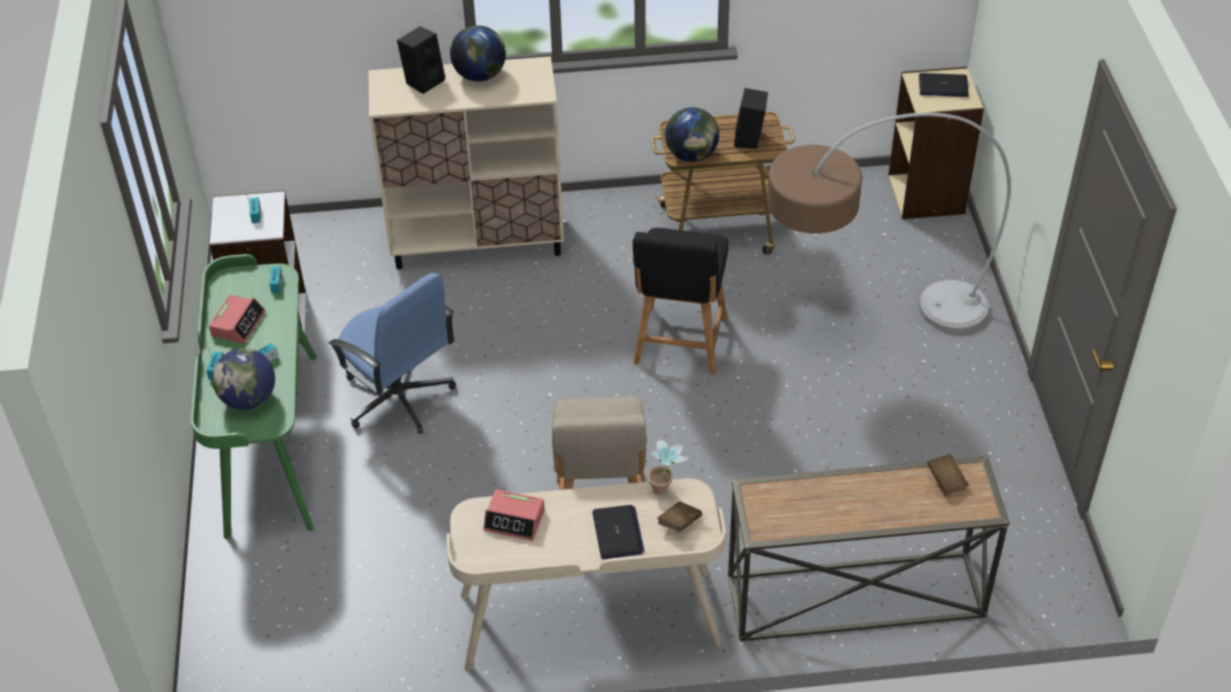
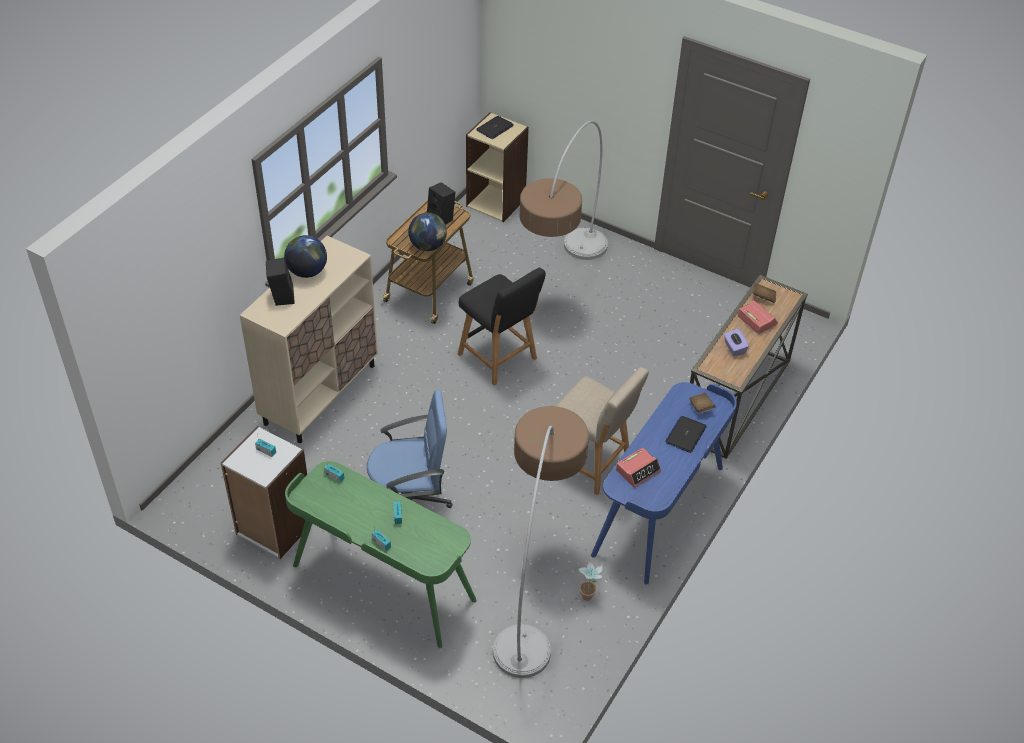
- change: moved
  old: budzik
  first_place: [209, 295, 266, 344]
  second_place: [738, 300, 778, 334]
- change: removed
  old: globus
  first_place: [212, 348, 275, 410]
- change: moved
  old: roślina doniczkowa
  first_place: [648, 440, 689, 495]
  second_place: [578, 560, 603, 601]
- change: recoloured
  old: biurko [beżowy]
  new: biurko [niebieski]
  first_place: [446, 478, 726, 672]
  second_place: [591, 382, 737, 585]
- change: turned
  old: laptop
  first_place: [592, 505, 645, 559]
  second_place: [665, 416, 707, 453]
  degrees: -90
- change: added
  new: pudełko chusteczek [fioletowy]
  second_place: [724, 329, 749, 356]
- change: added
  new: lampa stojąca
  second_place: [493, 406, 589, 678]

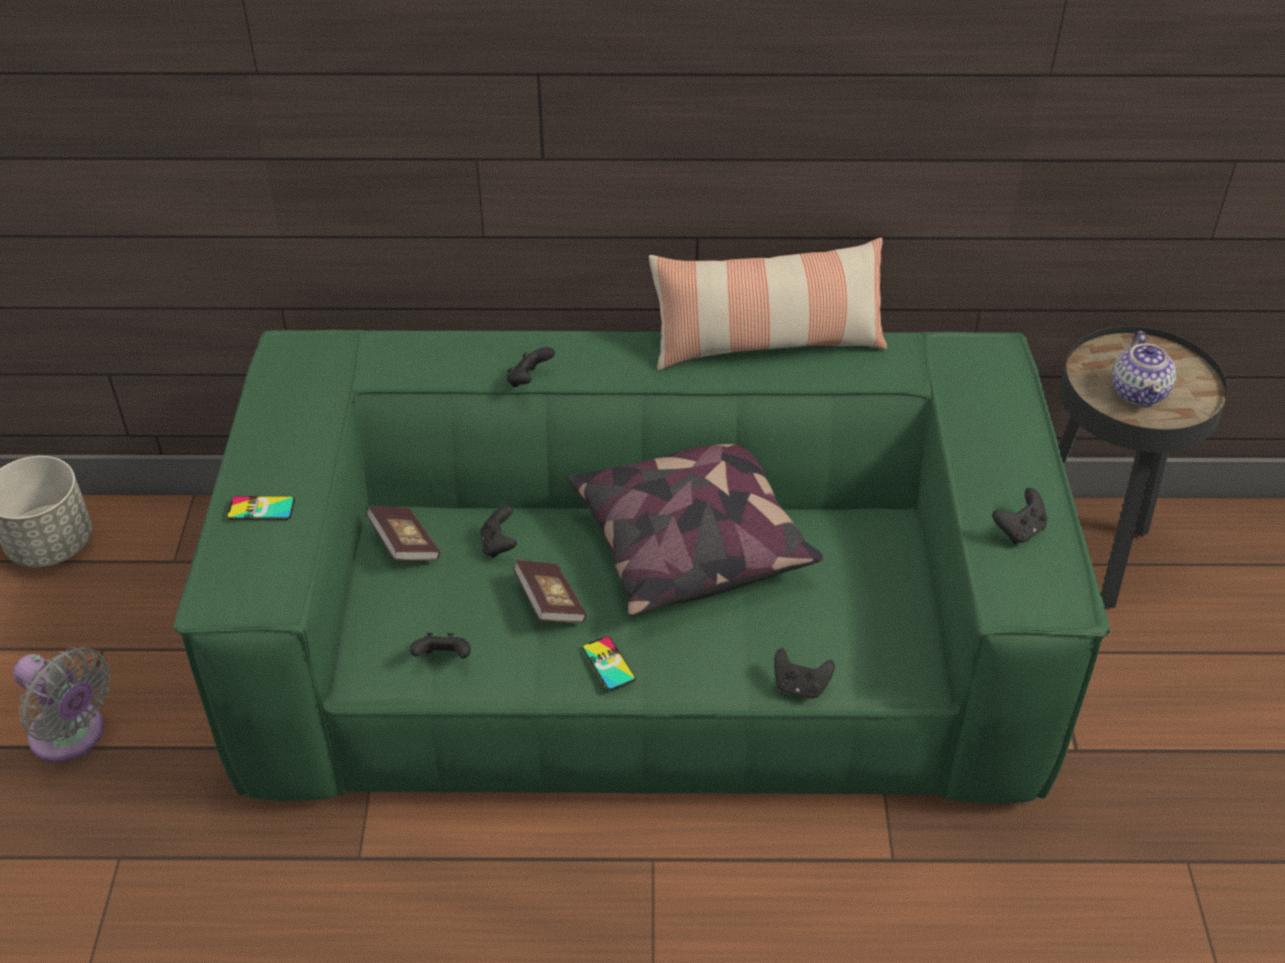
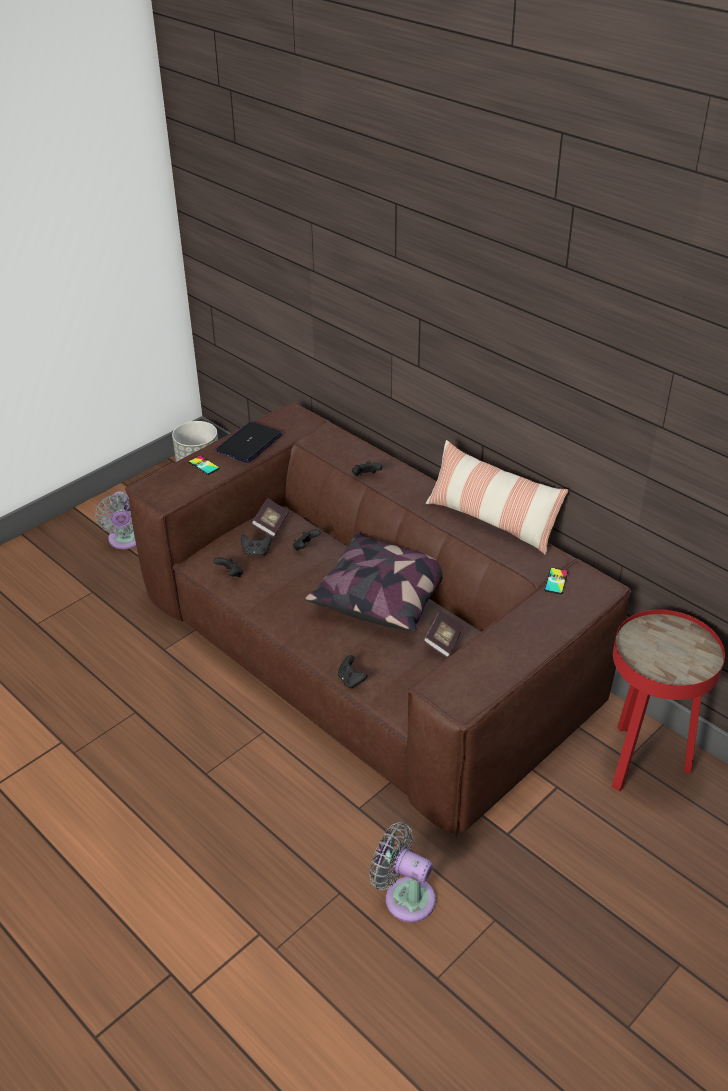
- change: recoloured
  old: stolik [czarny]
  new: stolik [czerwony]
  first_place: [1059, 326, 1228, 608]
  second_place: [612, 610, 725, 792]
- change: recoloured
  old: kanapa [zielony]
  new: kanapa [brązowy]
  first_place: [173, 330, 1110, 804]
  second_place: [125, 403, 631, 837]
- change: removed
  old: imbryk
  first_place: [1112, 331, 1176, 408]
- change: moved
  old: pad do gier [czarny]
  first_place: [992, 488, 1048, 544]
  second_place: [241, 534, 271, 556]
- change: moved
  old: książka
  first_place: [513, 560, 586, 623]
  second_place: [423, 610, 464, 658]
- change: moved
  old: telefon
  first_place: [582, 636, 636, 691]
  second_place: [544, 567, 568, 594]
- change: added
  new: laptop
  second_place: [216, 422, 282, 463]
- change: added
  new: wentylator [szary]
  second_place: [369, 822, 436, 923]

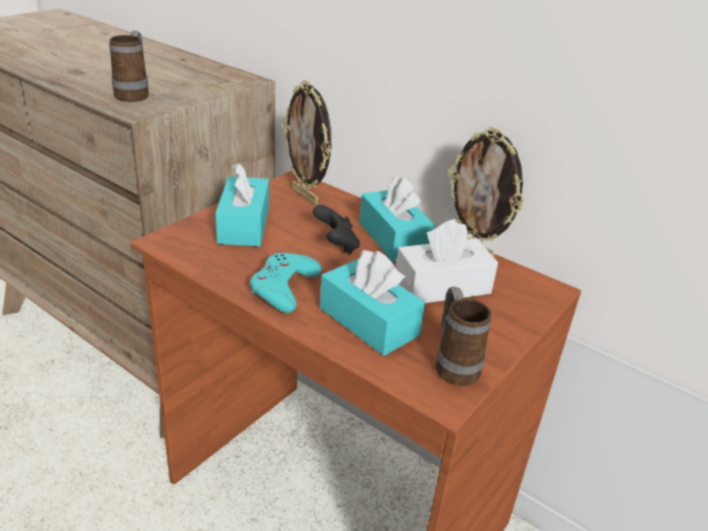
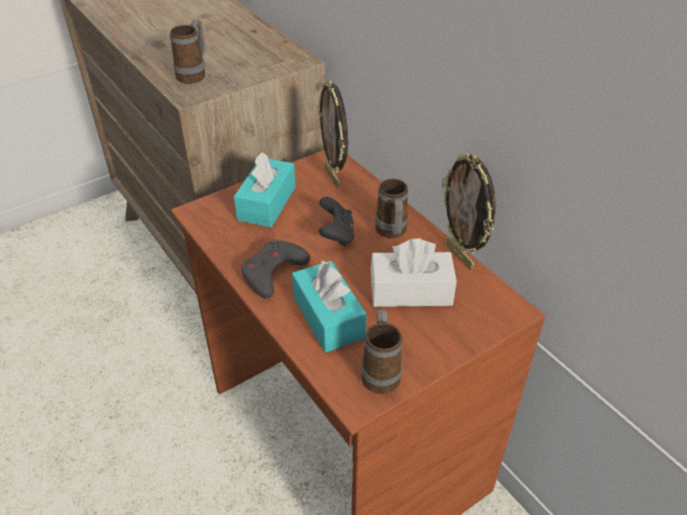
- change: replaced
  old: pudełko chusteczek [turkusowy]
  new: kubek
  first_place: [360, 176, 435, 262]
  second_place: [375, 179, 408, 238]
- change: recoloured
  old: pad do gier [turkusowy]
  new: pad do gier [szary]
  first_place: [250, 253, 322, 313]
  second_place: [241, 240, 310, 298]

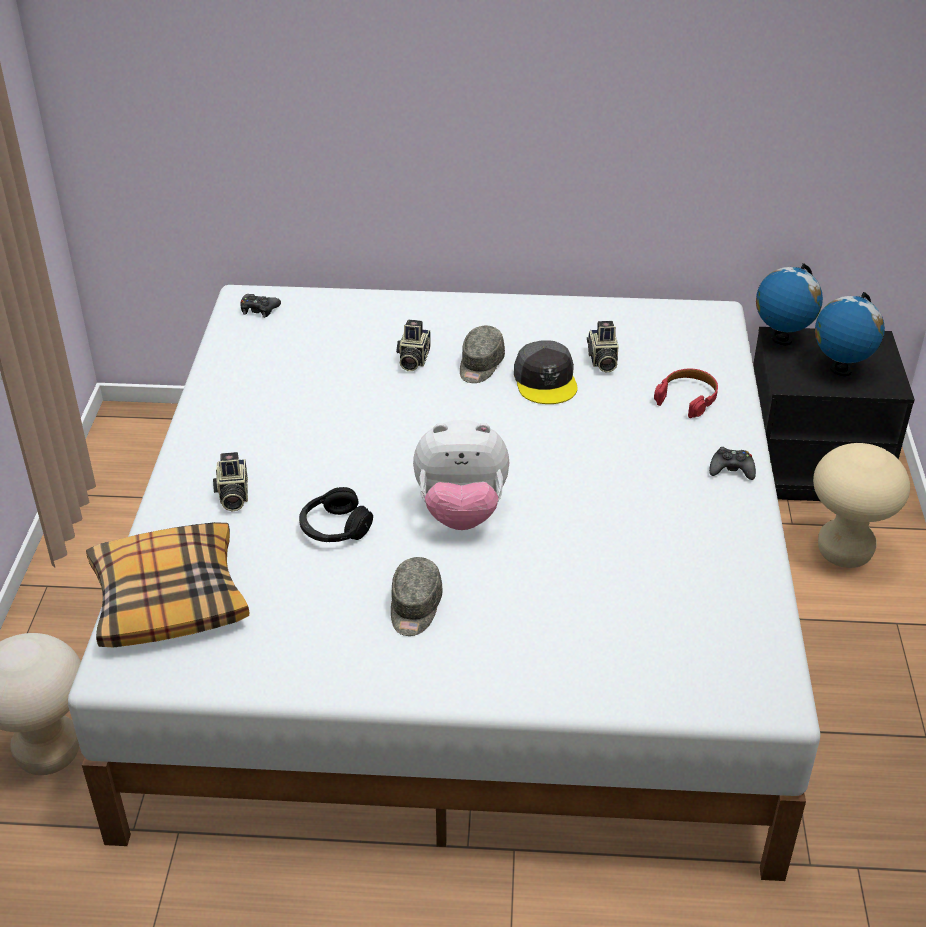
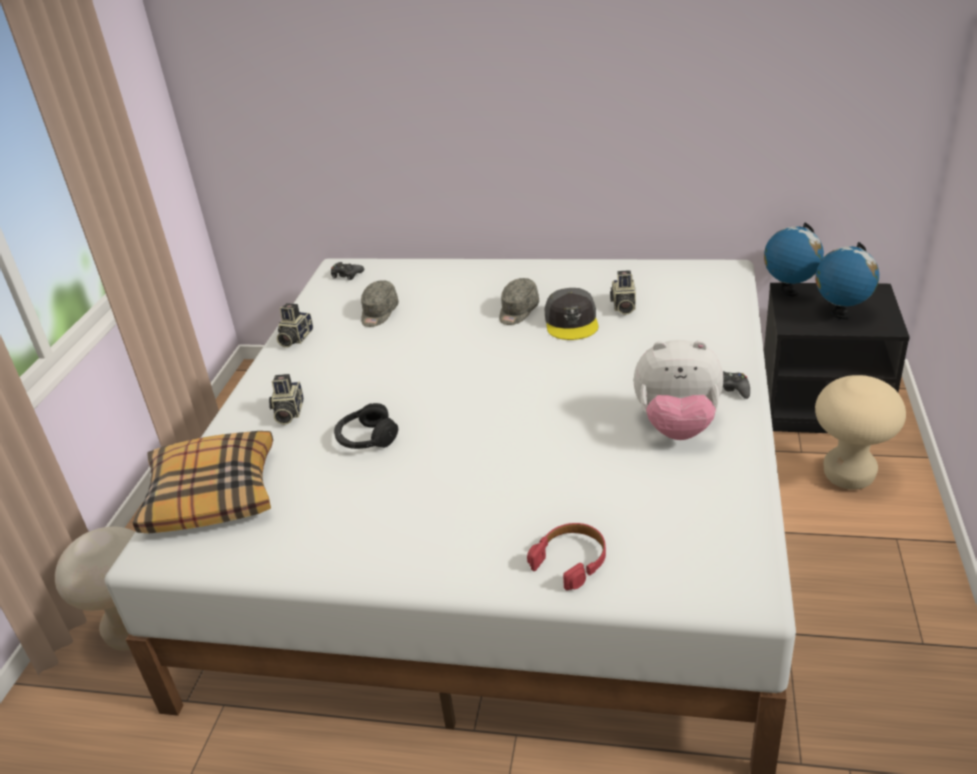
- change: moved
  old: aparat fotograficzny
  first_place: [396, 319, 431, 371]
  second_place: [277, 303, 313, 347]
- change: moved
  old: słuchawki [czerwony]
  first_place: [654, 369, 718, 418]
  second_place: [527, 523, 606, 590]
- change: moved
  old: pluszak
  first_place: [413, 420, 509, 530]
  second_place: [633, 340, 723, 440]
- change: moved
  old: czapka z daszkiem [szary]
  first_place: [391, 557, 443, 636]
  second_place: [361, 280, 399, 327]

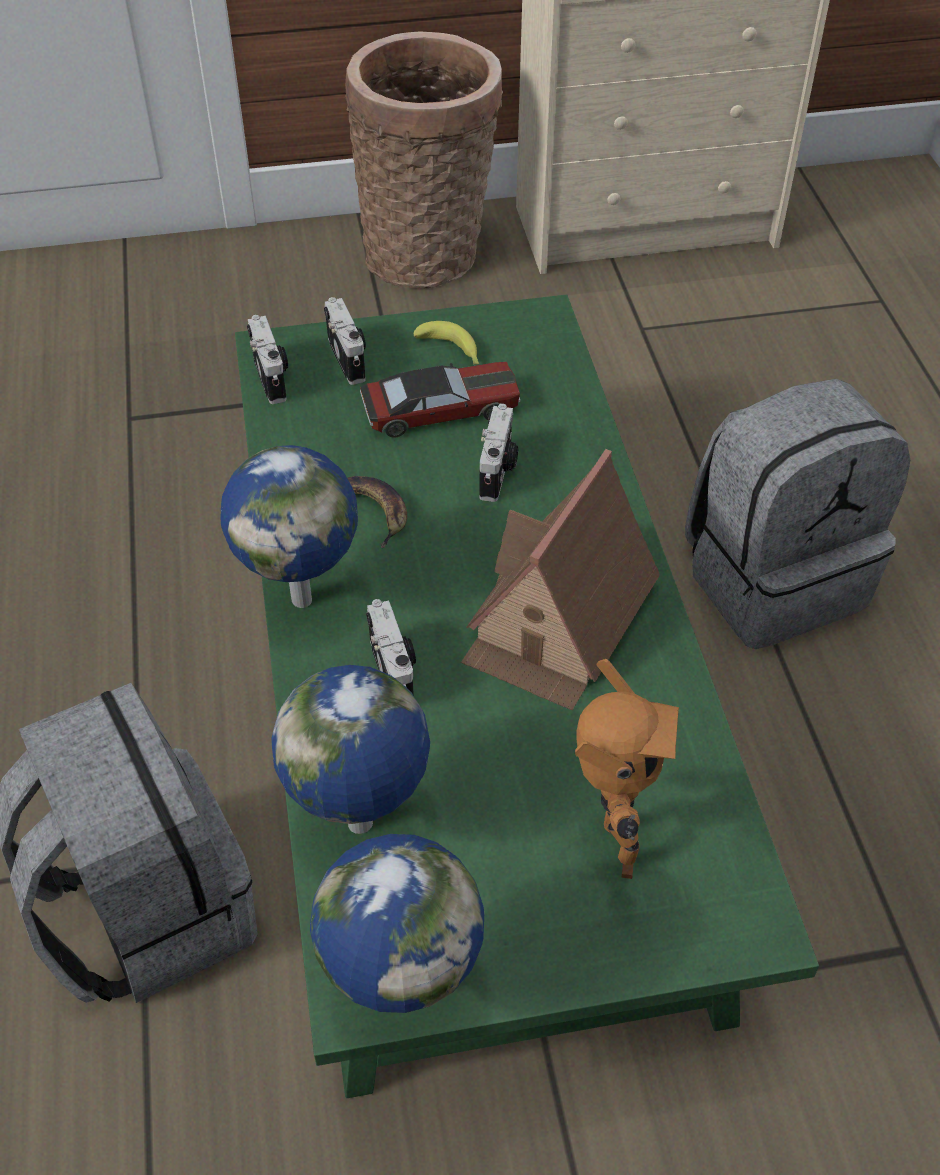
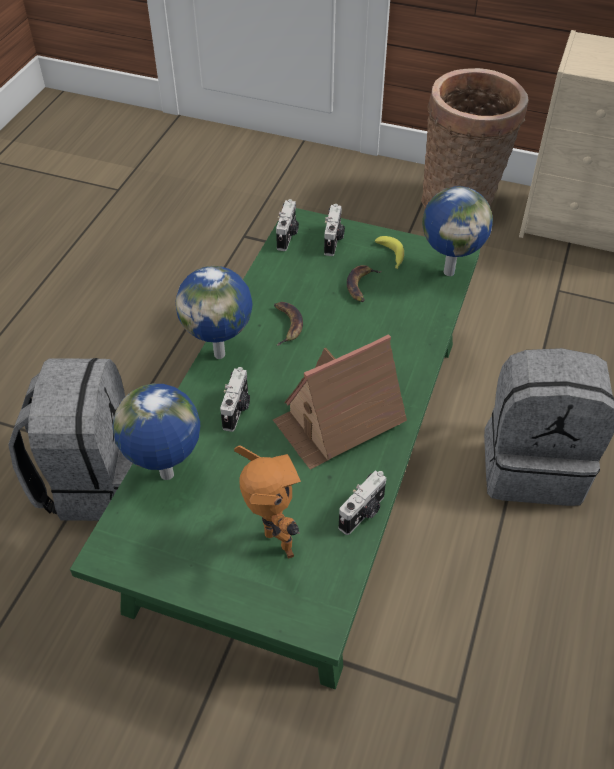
- change: replaced
  old: samochodzik
  new: banan
  first_place: [360, 362, 520, 438]
  second_place: [347, 265, 382, 302]
- change: moved
  old: aparat fotograficzny
  first_place: [479, 404, 518, 502]
  second_place: [338, 470, 386, 535]
- change: turned
  old: robot zabawkowy
  first_place: [575, 659, 679, 879]
  second_place: [234, 445, 301, 559]
  degrees: -60
- change: moved
  old: globus
  first_place: [310, 834, 484, 1013]
  second_place: [422, 186, 493, 276]

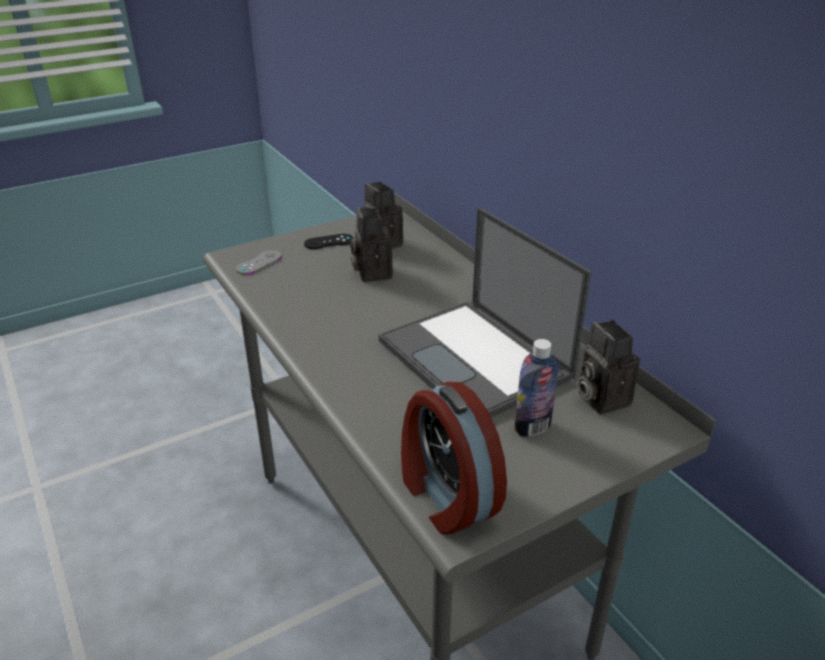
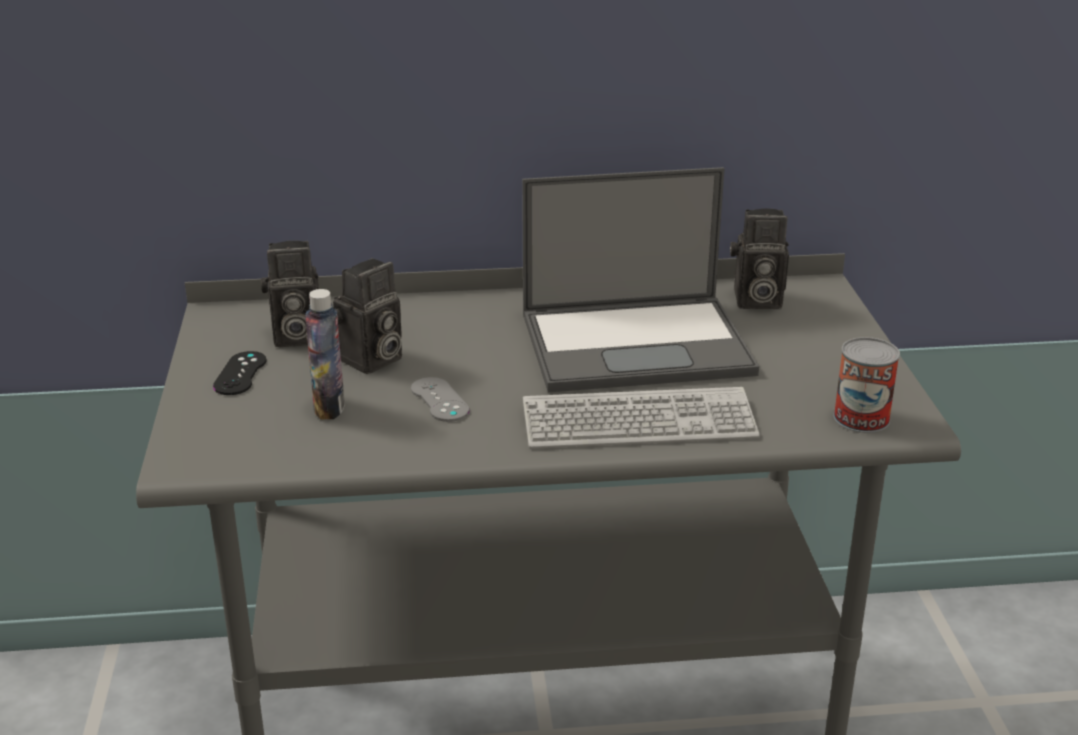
- change: turned
  old: aparat fotograficzny
  first_place: [350, 207, 393, 282]
  second_place: [333, 258, 402, 374]
  degrees: -60
- change: moved
  old: pad do gier [szary]
  first_place: [236, 250, 282, 274]
  second_place: [411, 377, 469, 422]
- change: moved
  old: butelka
  first_place: [514, 339, 559, 437]
  second_place: [305, 289, 345, 420]
- change: replaced
  old: budzik
  new: puszka
  first_place: [401, 382, 507, 534]
  second_place: [833, 337, 900, 433]
- change: added
  new: klawiatura
  second_place: [523, 387, 760, 449]

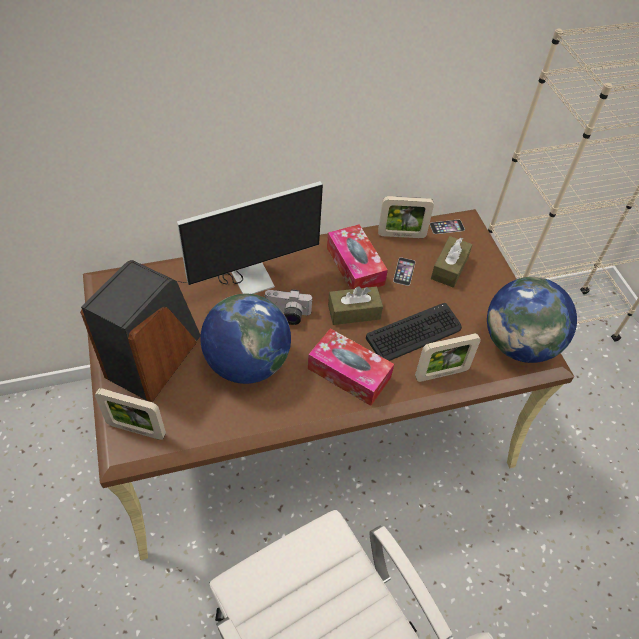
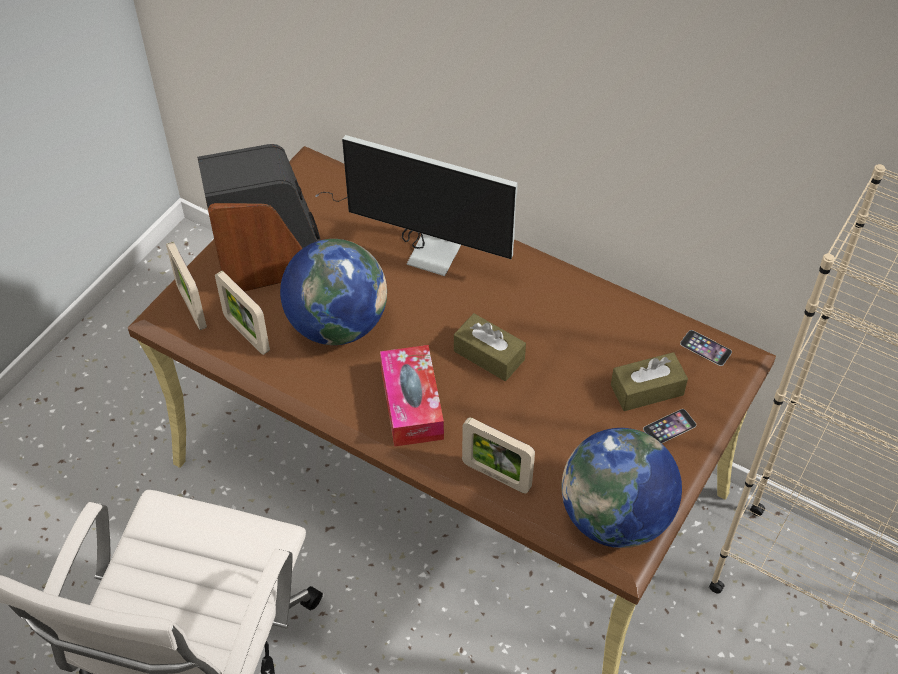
- change: moved
  old: ramka na zdjęcie
  first_place: [378, 196, 434, 238]
  second_place: [215, 271, 270, 355]
- change: removed
  old: pudełko chusteczek
  first_place: [327, 224, 388, 289]
- change: moved
  old: telefon
  first_place: [393, 257, 415, 286]
  second_place: [643, 409, 696, 443]
- change: removed
  old: aparat fotograficzny
  first_place: [265, 289, 313, 325]
- change: removed
  old: klawiatura
  first_place: [366, 303, 462, 361]

